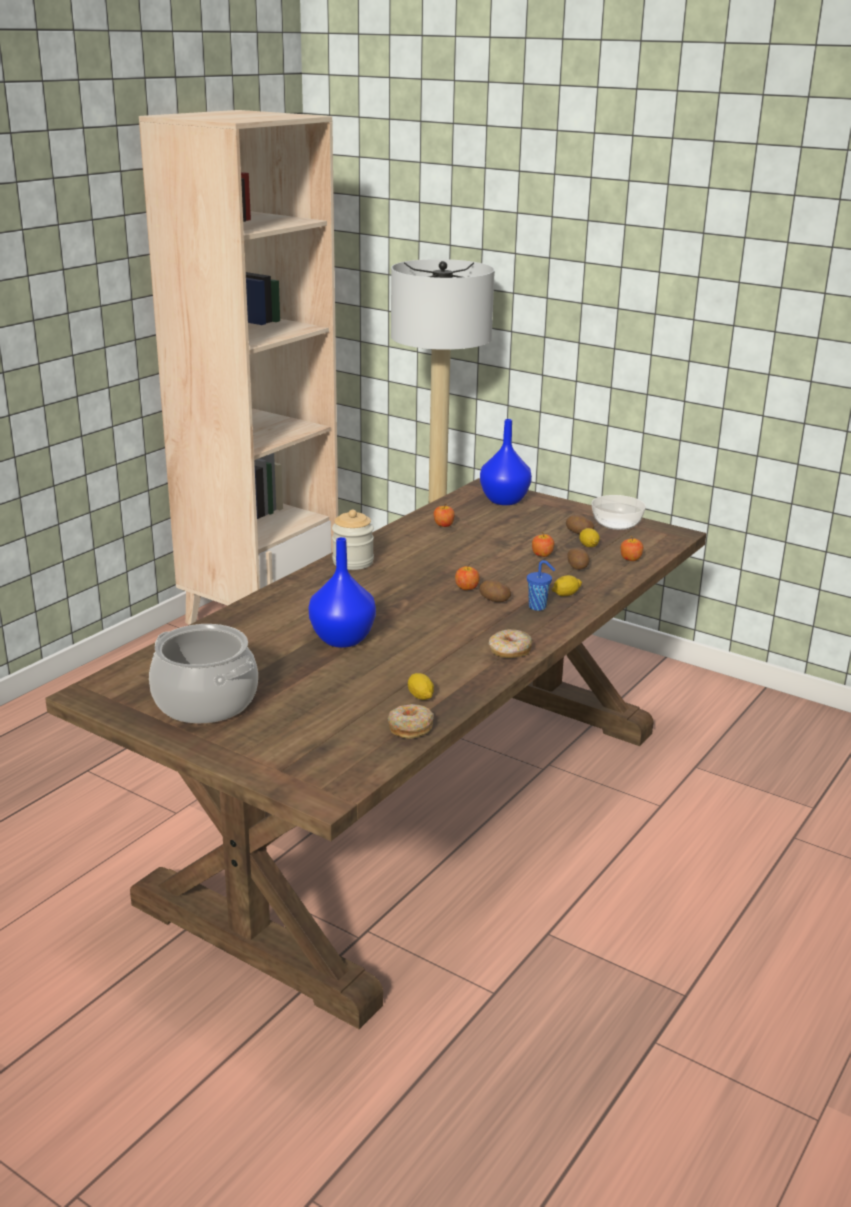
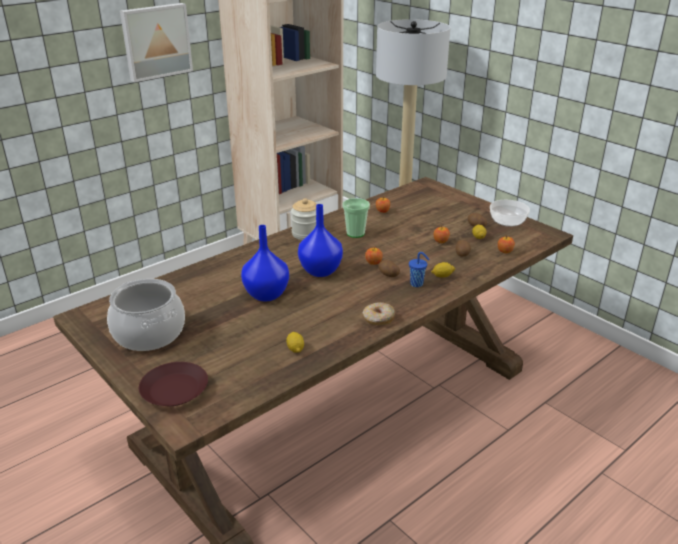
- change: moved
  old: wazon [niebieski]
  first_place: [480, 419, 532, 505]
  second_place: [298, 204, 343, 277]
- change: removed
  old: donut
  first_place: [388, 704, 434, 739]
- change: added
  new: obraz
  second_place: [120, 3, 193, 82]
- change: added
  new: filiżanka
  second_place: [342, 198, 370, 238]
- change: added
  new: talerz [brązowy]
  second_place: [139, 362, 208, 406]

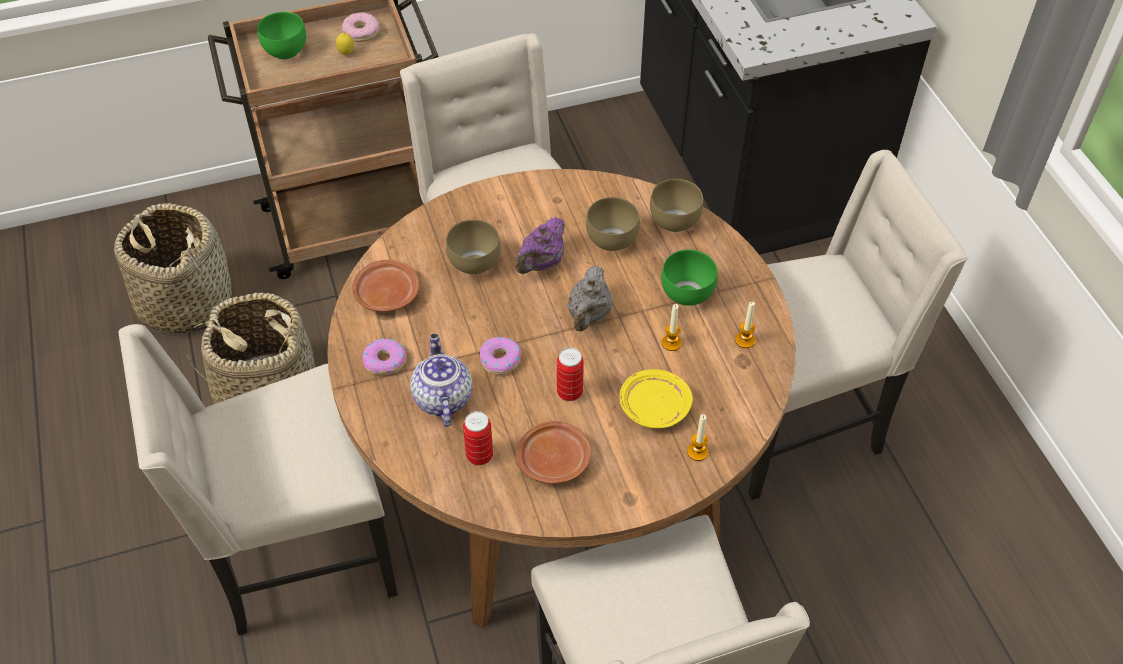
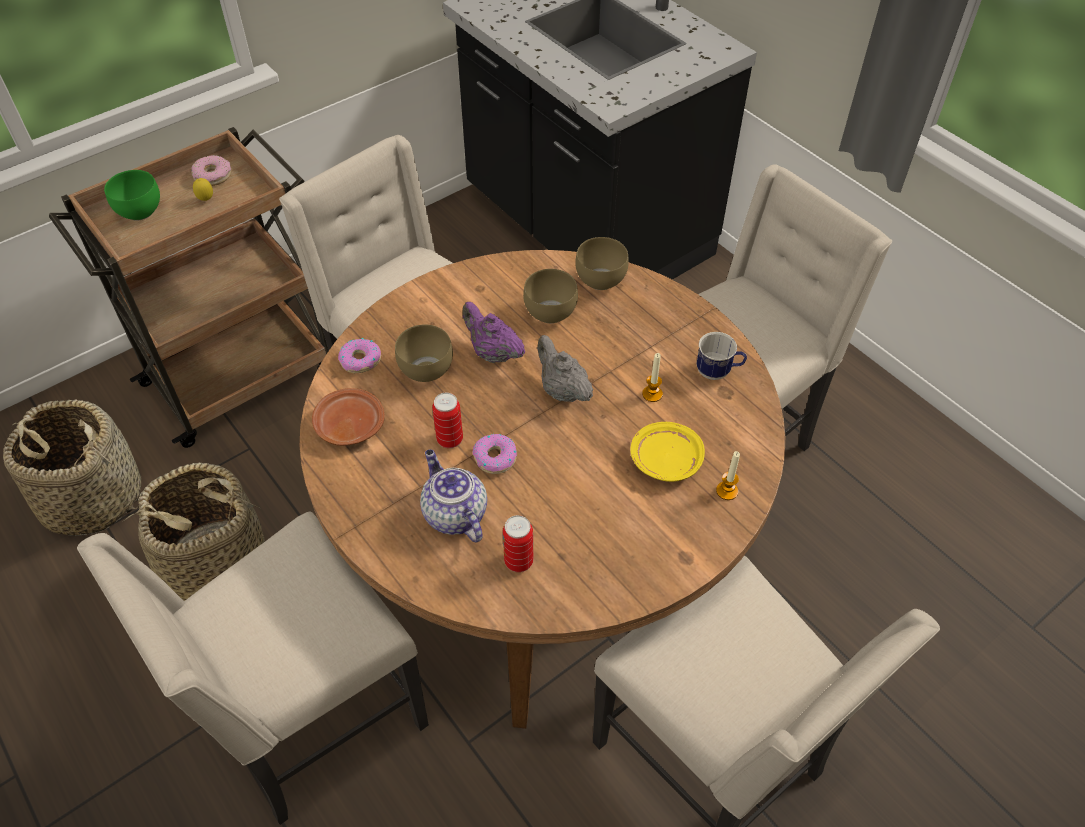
- change: turned
  old: imbryk [fioletowy]
  first_place: [515, 217, 565, 274]
  second_place: [462, 302, 525, 363]
  degrees: 120
- change: removed
  old: miska [zielony]
  first_place: [661, 250, 718, 306]
- change: turned
  old: imbryk [szary]
  first_place: [567, 266, 612, 332]
  second_place: [537, 335, 593, 402]
  degrees: 150
- change: replaced
  old: świeca
  new: kubek
  first_place: [735, 302, 755, 348]
  second_place: [696, 332, 747, 380]
- change: moved
  old: donut
  first_place: [362, 338, 406, 375]
  second_place: [338, 338, 381, 373]
- change: moved
  old: puszka
  first_place: [557, 348, 584, 401]
  second_place: [432, 393, 463, 448]
- change: removed
  old: talerz [brązowy]
  first_place: [516, 421, 591, 484]

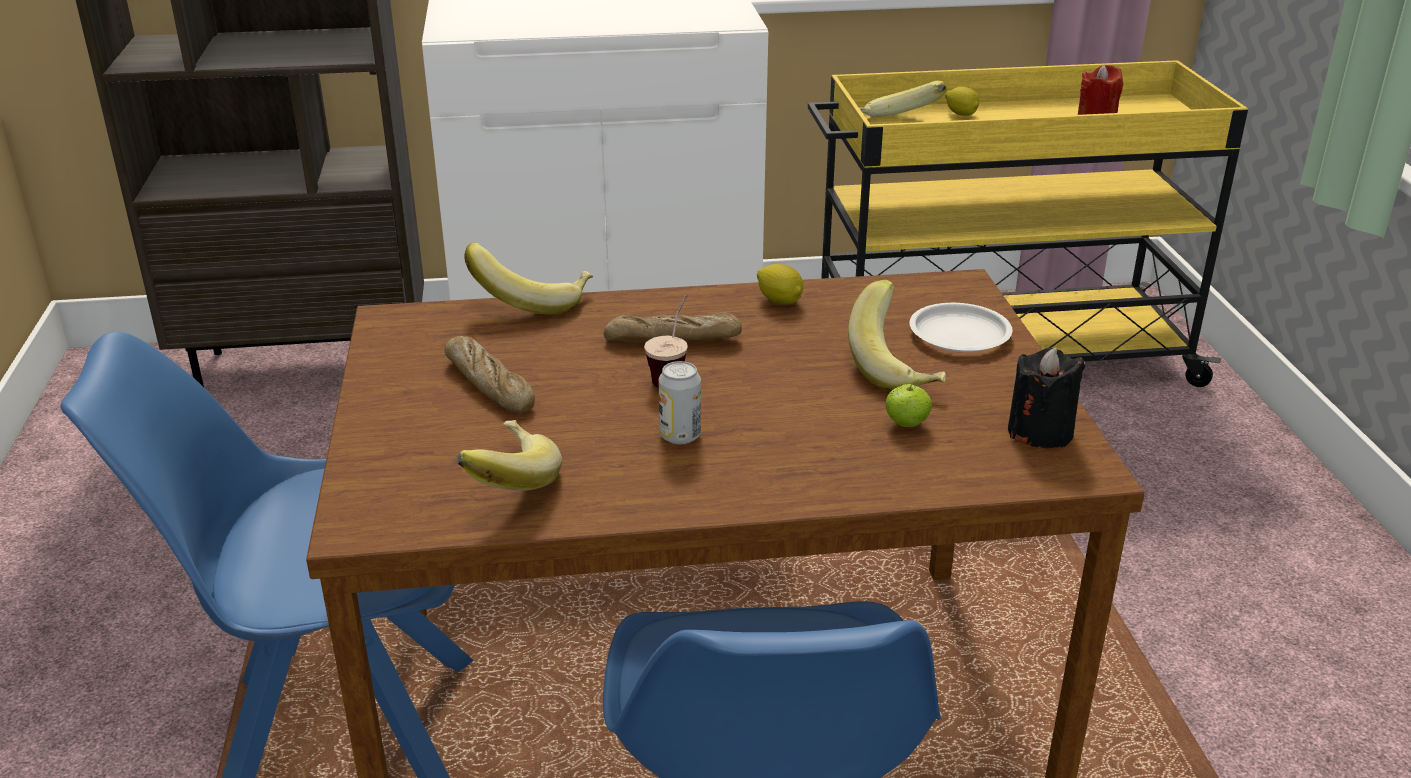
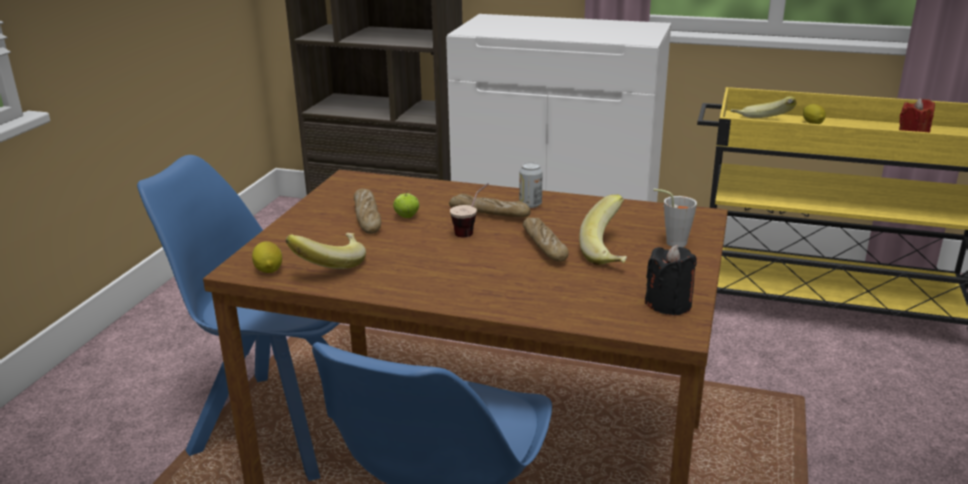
- change: removed
  old: banan
  first_place: [464, 243, 593, 314]
- change: moved
  old: cytryna
  first_place: [757, 264, 804, 305]
  second_place: [252, 241, 282, 273]
- change: replaced
  old: talerz [biały]
  new: filiżanka [szary]
  first_place: [910, 303, 1013, 352]
  second_place: [653, 189, 697, 247]
- change: moved
  old: puszka
  first_place: [659, 361, 701, 444]
  second_place: [519, 162, 543, 208]
- change: moved
  old: jabłko
  first_place: [885, 380, 932, 427]
  second_place: [393, 191, 419, 218]
- change: added
  new: chleb
  second_place: [523, 217, 569, 262]

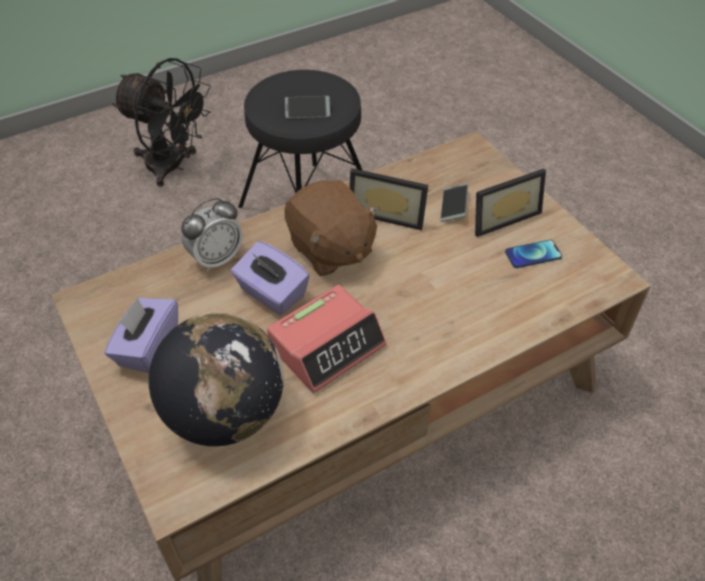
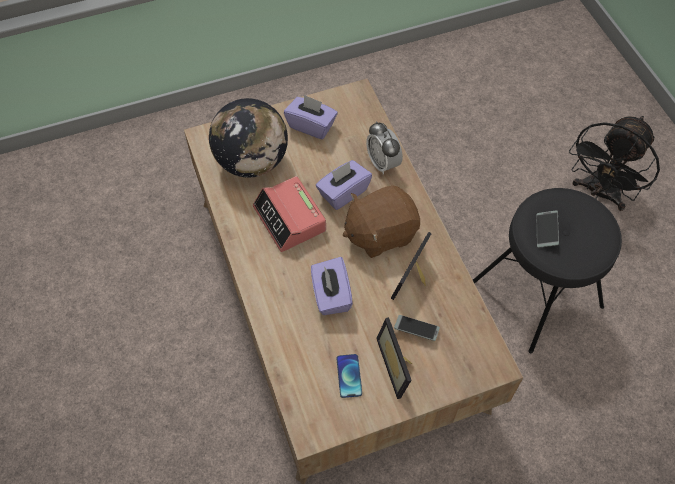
- change: added
  new: pudełko chusteczek [fioletowy]
  second_place: [311, 257, 353, 315]

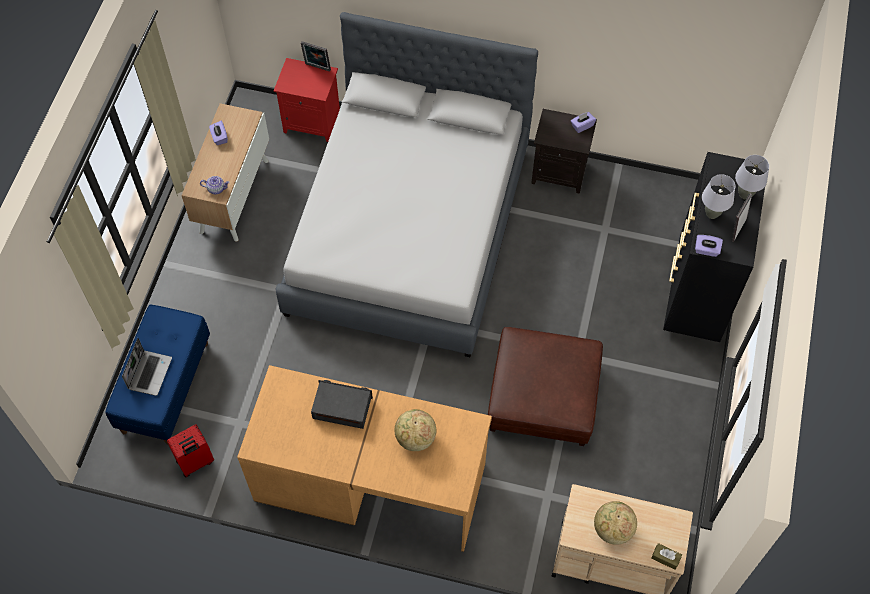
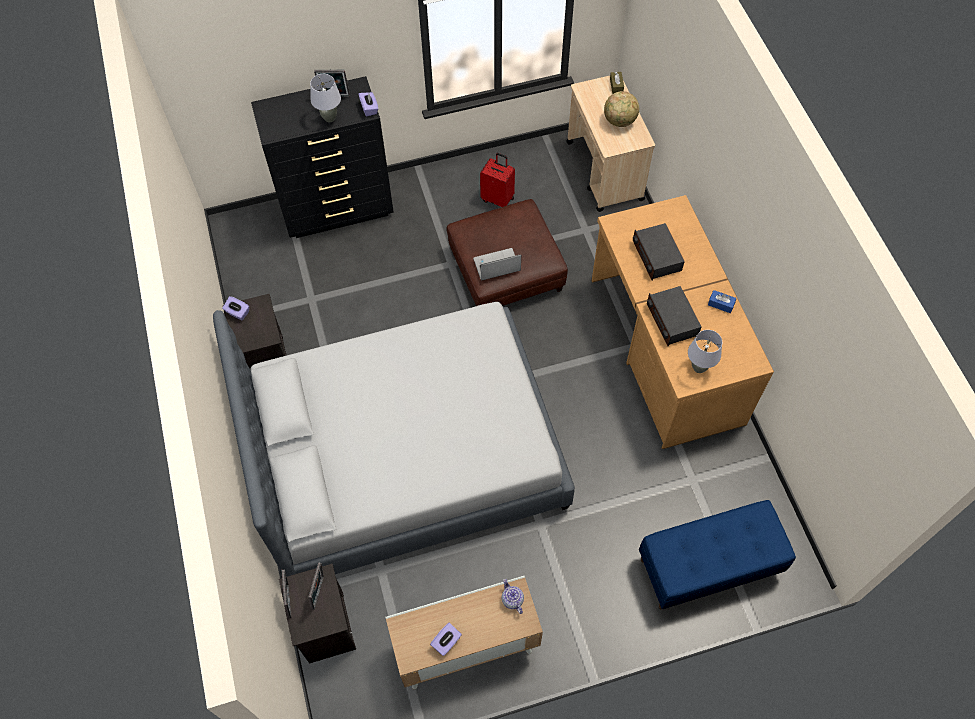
- change: recoloured
  old: szafka nocna [czerwony]
  new: szafka nocna [czarny]
  first_place: [274, 58, 340, 142]
  second_place: [279, 564, 356, 664]
- change: moved
  old: lampa stołowa [szary]
  first_place: [735, 155, 769, 200]
  second_place: [688, 330, 722, 373]
- change: moved
  old: laptop
  first_place: [122, 338, 172, 396]
  second_place: [473, 248, 521, 281]
- change: replaced
  old: globus
  new: radio
  first_place: [394, 409, 436, 451]
  second_place: [633, 223, 685, 281]
- change: moved
  old: walizka [czerwony]
  first_place: [167, 425, 214, 478]
  second_place: [480, 153, 515, 207]
- change: added
  new: pudełko chusteczek [niebieski]
  second_place: [708, 290, 736, 313]
- change: added
  new: ramka na zdjęcie
  second_place: [308, 562, 324, 610]

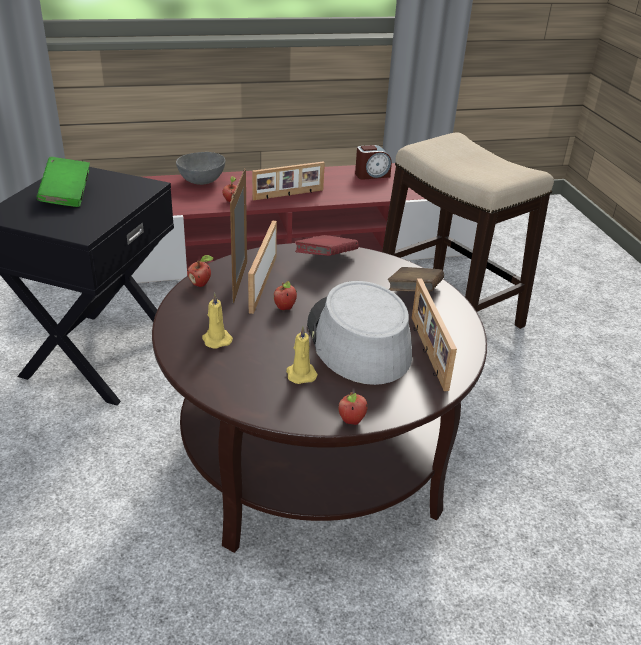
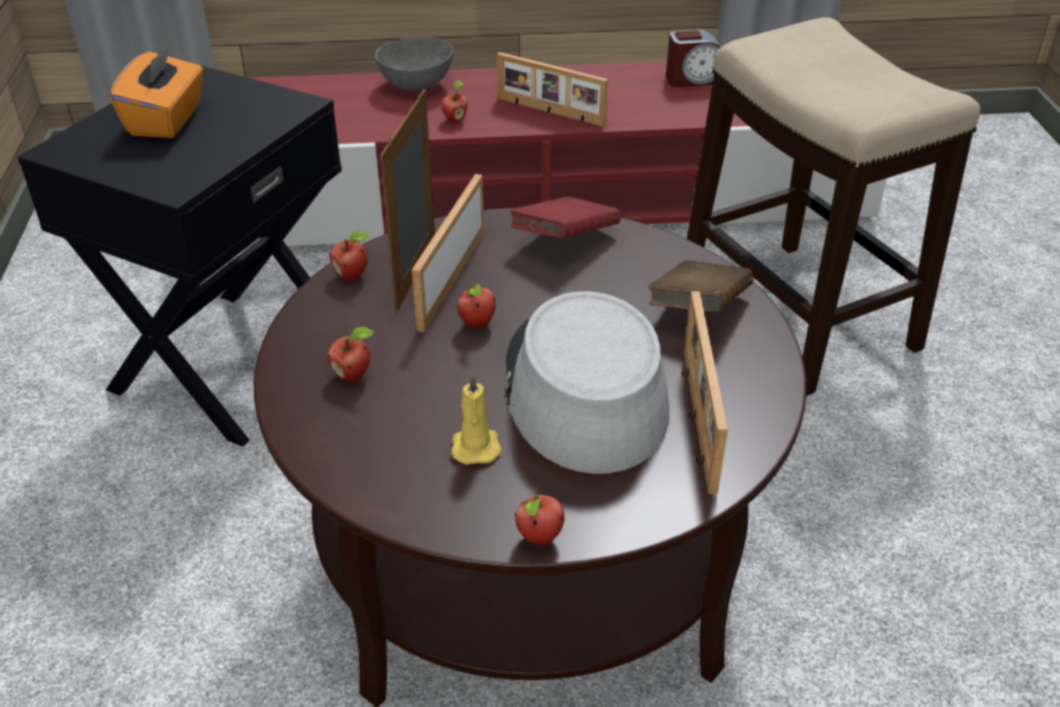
- change: replaced
  old: książka [zielony]
  new: pudełko chusteczek [pomarańczowy]
  first_place: [37, 157, 90, 207]
  second_place: [110, 44, 203, 138]
- change: turned
  old: ramka na zdjęcie
  first_place: [252, 162, 325, 200]
  second_place: [497, 52, 608, 127]
  degrees: 45
- change: replaced
  old: świeca [żółty]
  new: jabłko
  first_place: [202, 293, 233, 349]
  second_place: [327, 327, 374, 382]

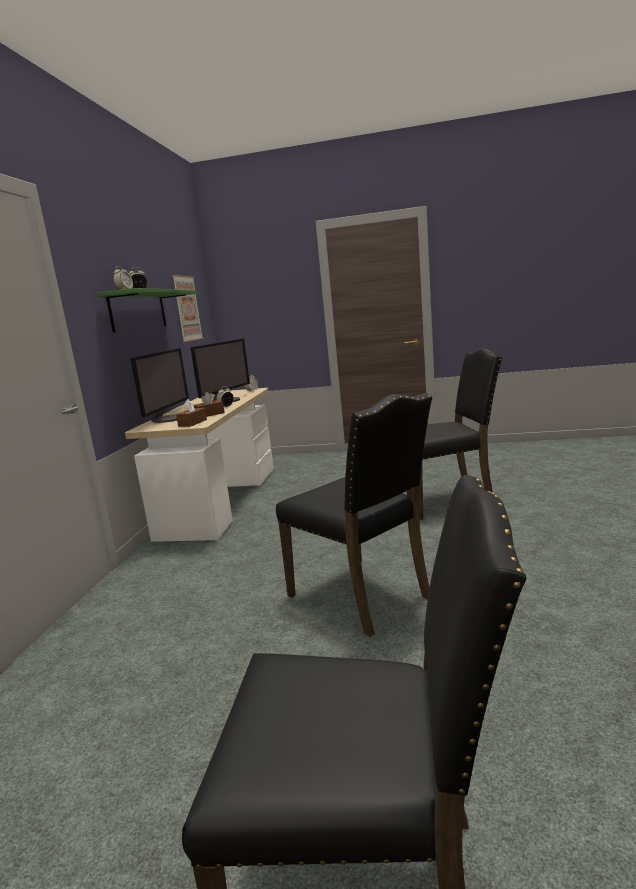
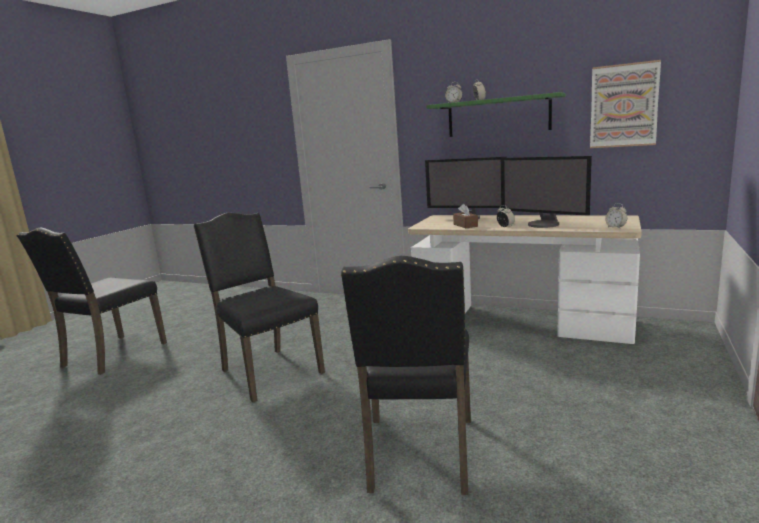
- change: turned
  old: krzesło [czarny]
  first_place: [276, 393, 433, 637]
  second_place: [194, 213, 325, 403]
  degrees: 75
- change: removed
  old: pudełko chusteczek [brązowy]
  first_place: [176, 399, 207, 427]

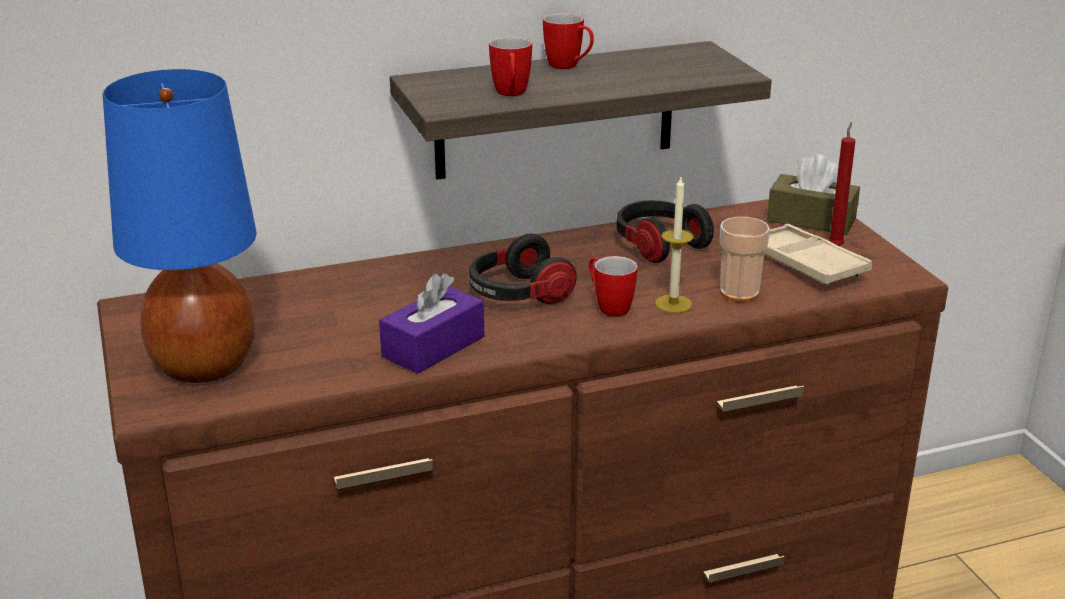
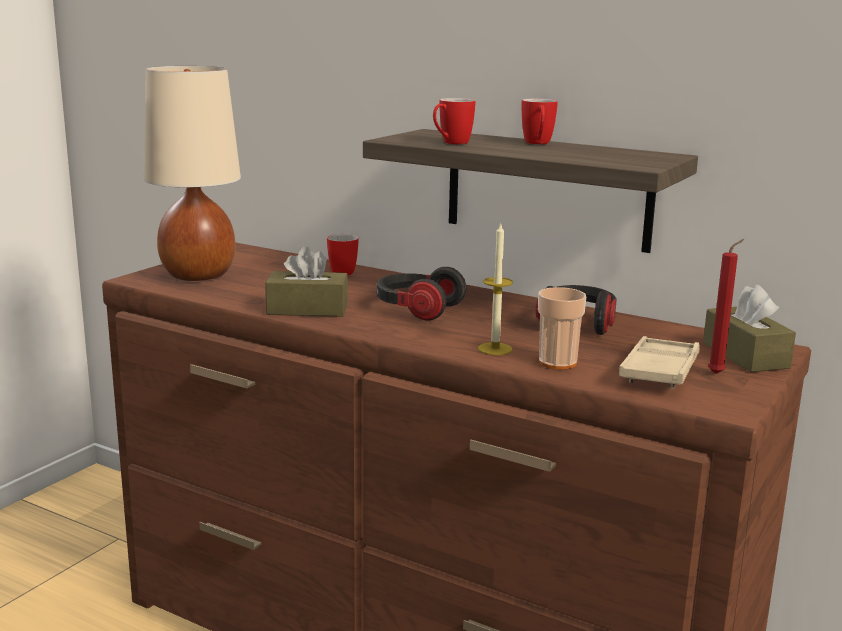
- change: recoloured
  old: lampa stołowa [niebieski]
  new: lampa stołowa [beżowy]
  first_place: [103, 69, 257, 383]
  second_place: [144, 66, 241, 281]
- change: moved
  old: kubek
  first_place: [589, 256, 638, 317]
  second_place: [327, 234, 359, 276]
- change: recoloured
  old: pudełko chusteczek [fioletowy]
  new: pudełko chusteczek [brązowy]
  first_place: [379, 273, 484, 374]
  second_place: [265, 246, 348, 317]

